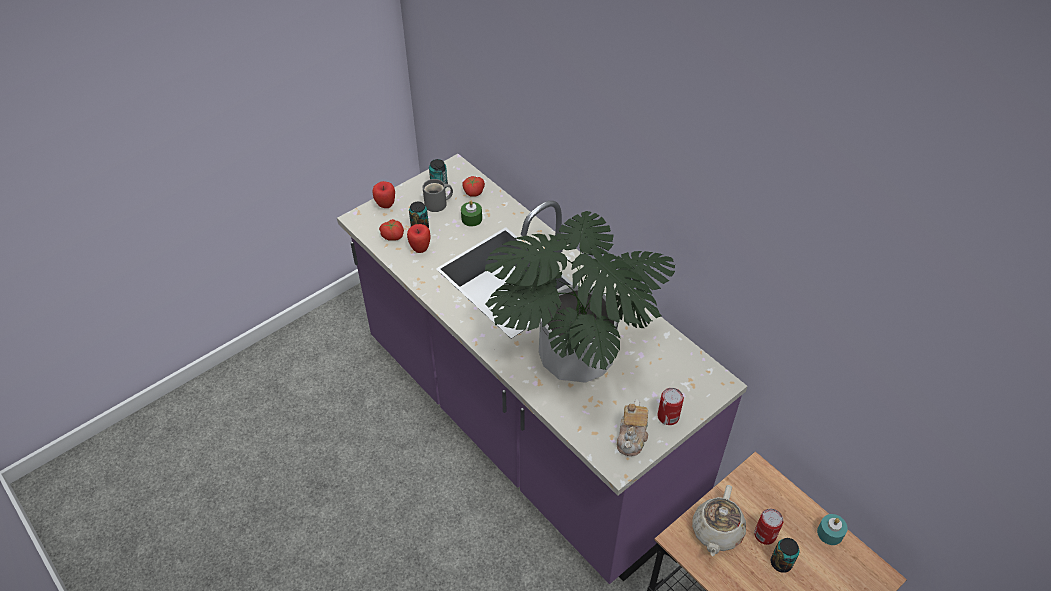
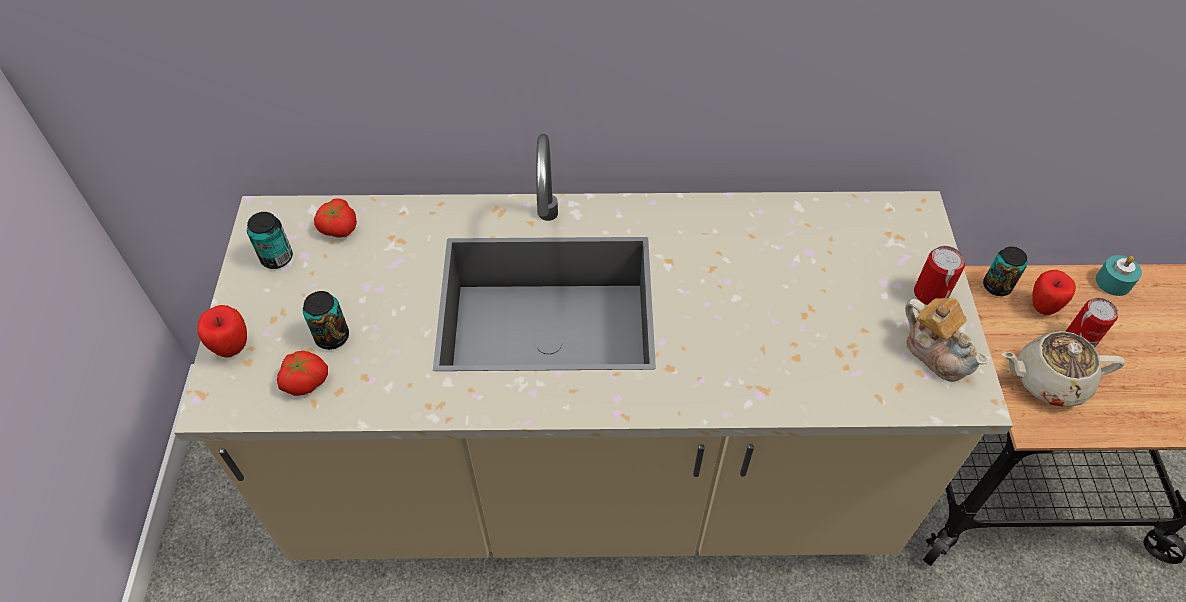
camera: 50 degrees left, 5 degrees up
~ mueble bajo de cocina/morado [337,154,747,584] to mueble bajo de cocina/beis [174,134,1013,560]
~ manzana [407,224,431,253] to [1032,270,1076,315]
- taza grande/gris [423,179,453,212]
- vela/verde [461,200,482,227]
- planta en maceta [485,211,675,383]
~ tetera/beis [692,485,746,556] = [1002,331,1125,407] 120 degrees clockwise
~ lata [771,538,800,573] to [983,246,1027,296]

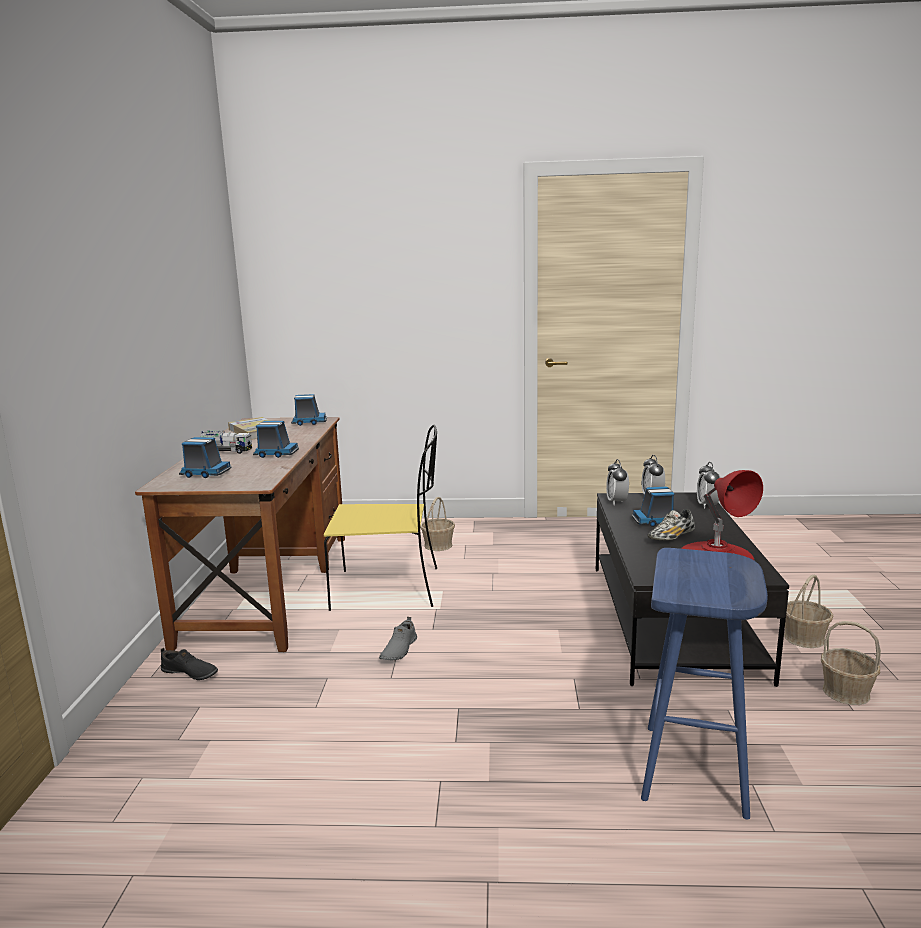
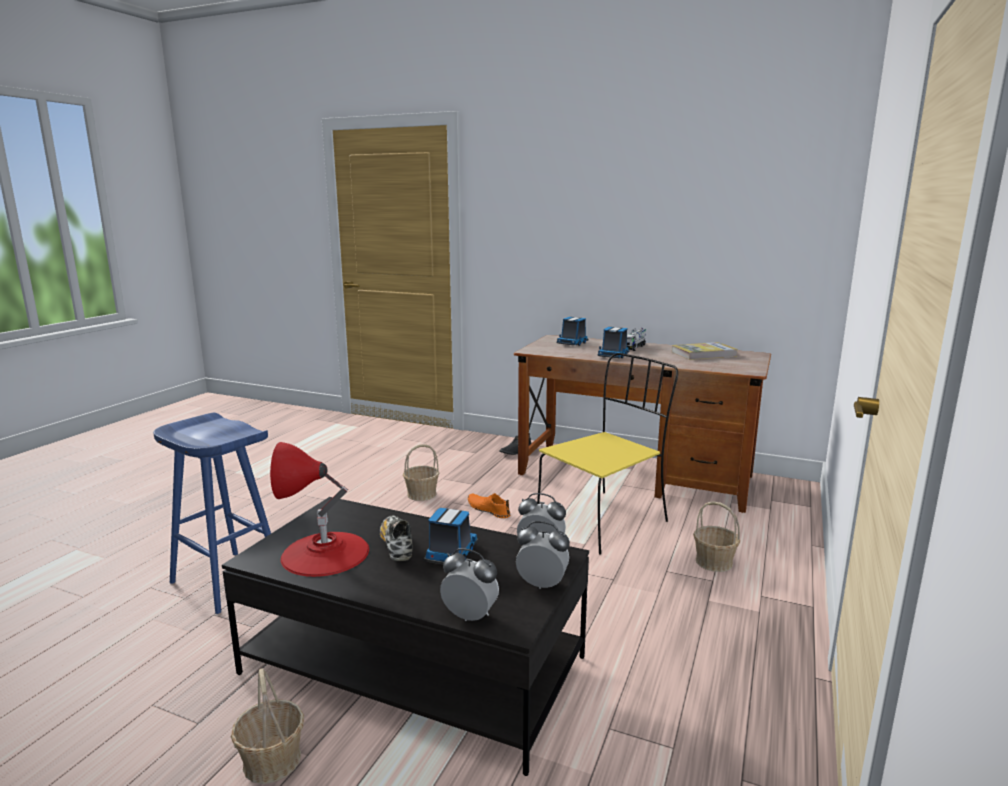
camera: 110 degrees right, 0 degrees up
- camión de juguete [291,394,327,426]
~ silla/amarillo [324,425,437,611] = [537,353,678,555] 150 degrees counterclockwise
~ zapato/gris [379,617,417,660] to zapato/naranja [468,493,510,518]
~ cesta [821,621,881,705] to [403,444,439,501]

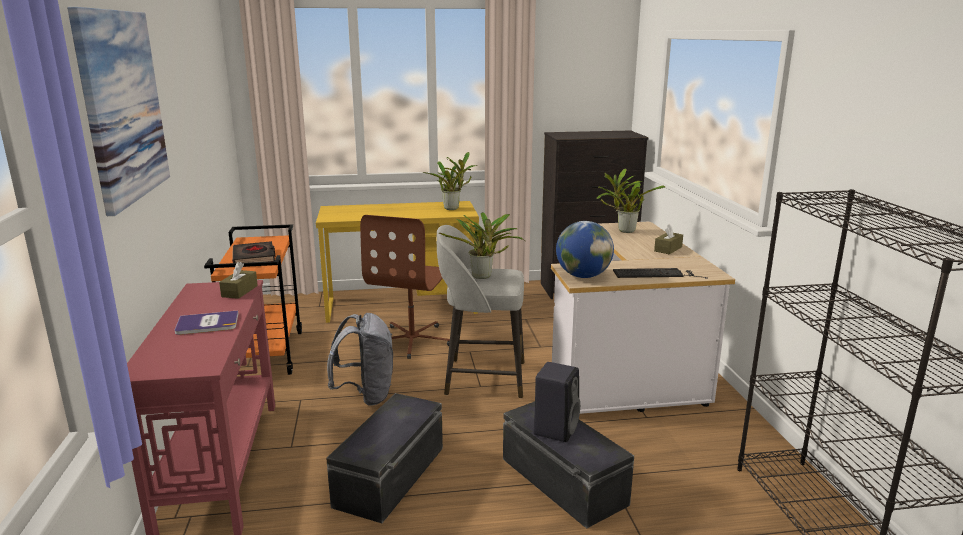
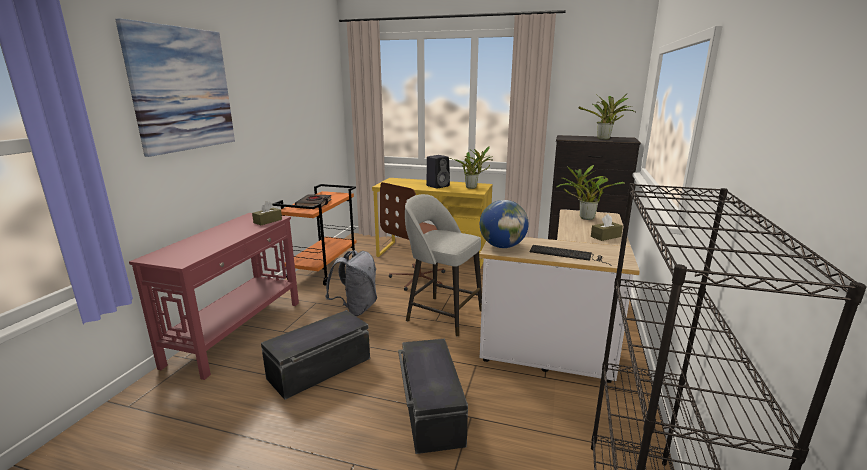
camera: 25 degrees right, 0 degrees up
- libro [175,311,239,335]
~ planta en maceta [439,212,525,279] to [578,94,635,140]
~ altavoz/negro [533,362,580,442] to [426,155,450,189]

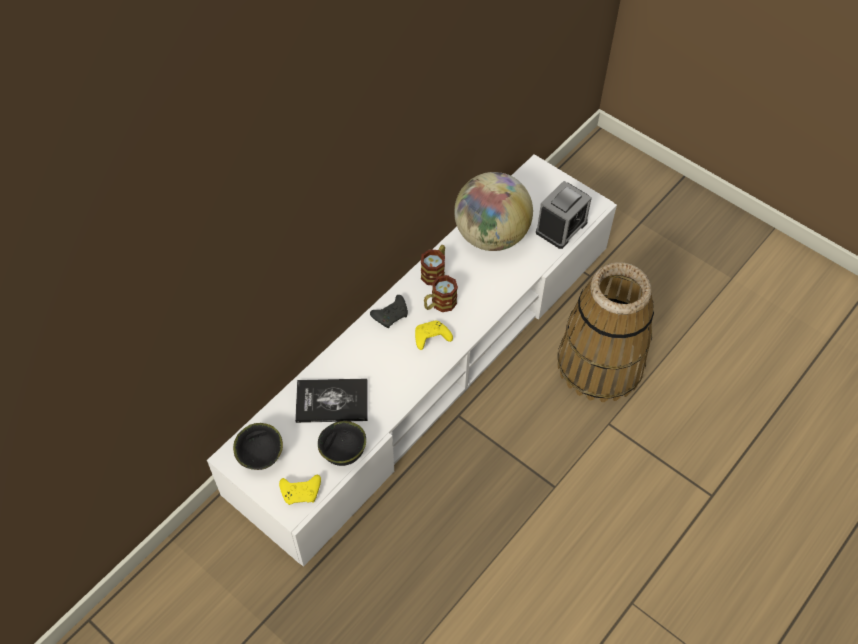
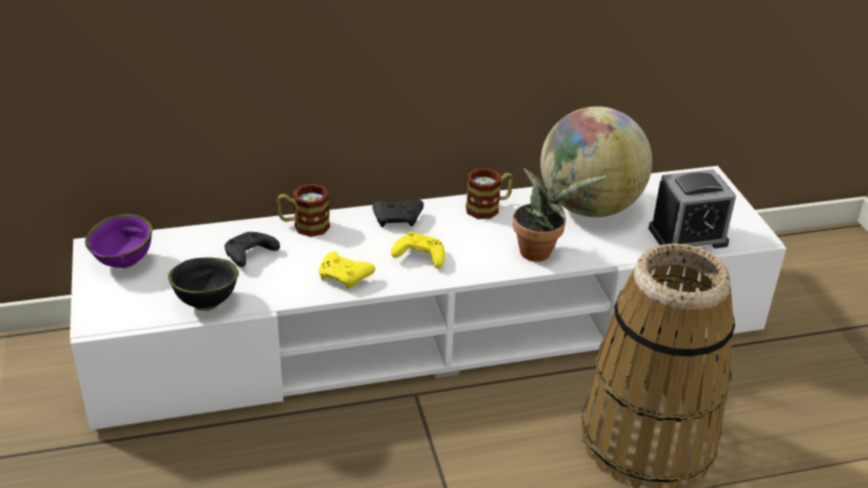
camera: 35 degrees right, 20 degrees down
~ cuenco/negro [233,423,283,470] to cuenco/morado [85,214,152,268]
~ mando de consola/amarillo [279,475,321,505] to [319,252,375,289]
~ libro [295,378,368,423] to mando de consola/negro [225,232,280,267]
~ taza grande [424,275,458,312] to [277,184,330,237]
+ planta en maceta [513,166,606,262]

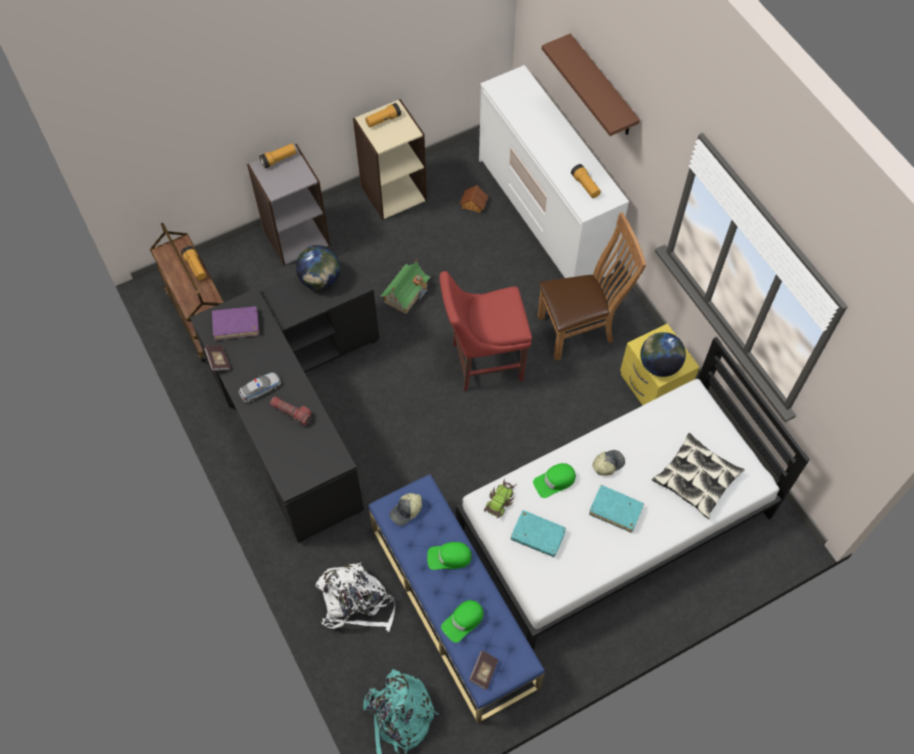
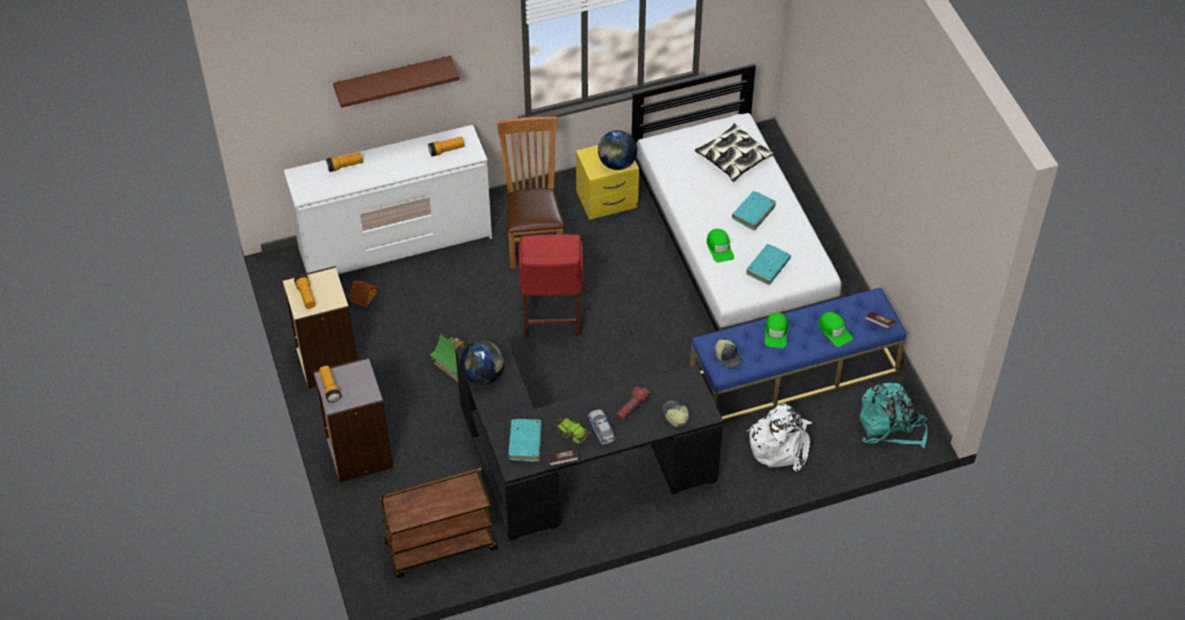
camera: 80 degrees left, 10 degrees down
~ linterna [181,246,206,281] to [326,152,363,172]
~ libro/morado [212,306,259,341] to libro/turquesa [508,419,542,461]
~ coche de juguete [484,479,516,518] to [551,416,592,444]
~ gorra [592,450,625,476] to [662,400,689,427]

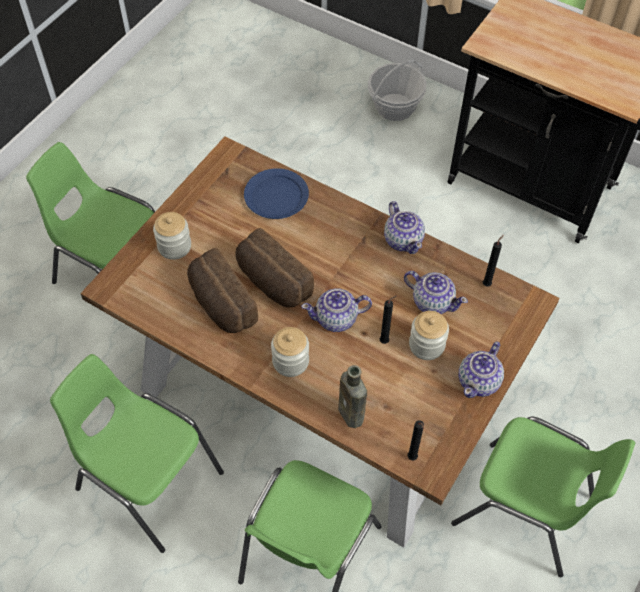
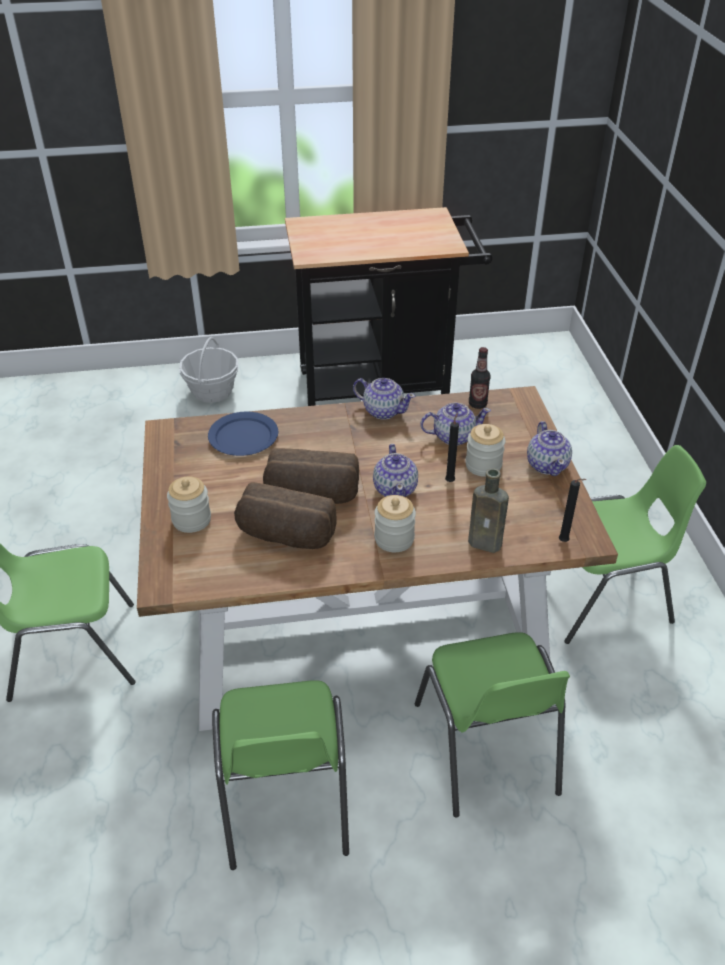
camera: 40 degrees left, 15 degrees down
~ silla/verde [50,354,224,553] = [212,680,349,870] 90 degrees counterclockwise
~ tetera [301,288,372,332] = [373,444,418,497] 45 degrees counterclockwise
~ vela/negro [483,235,504,287] to botella [469,347,490,409]

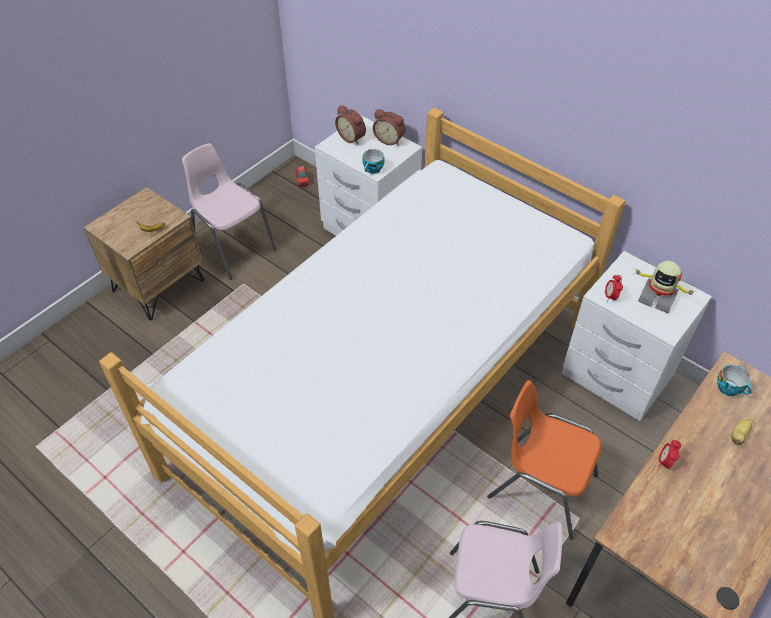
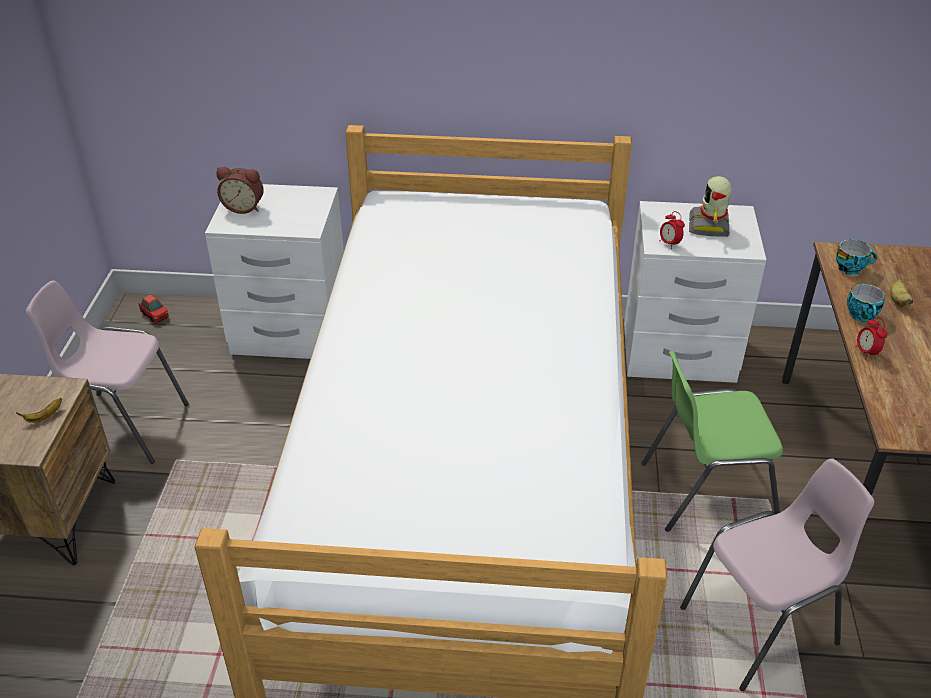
camera: 35 degrees left, 10 degrees down
~ taza [362,149,385,174] to [847,284,885,322]
- despertador [373,109,406,146]
~ silla/naranja [487,380,601,540] to silla/verde [641,351,783,532]
~ robot de juguete [633,261,694,314] = [689,176,732,237] 105 degrees clockwise

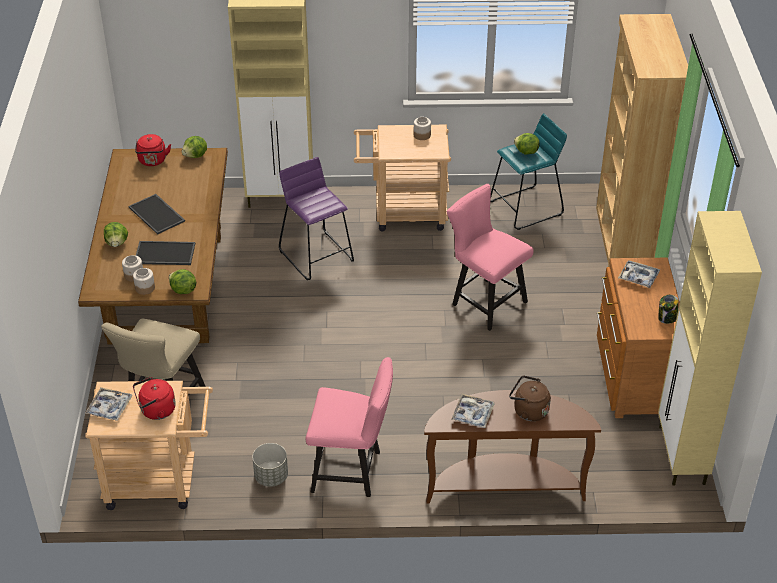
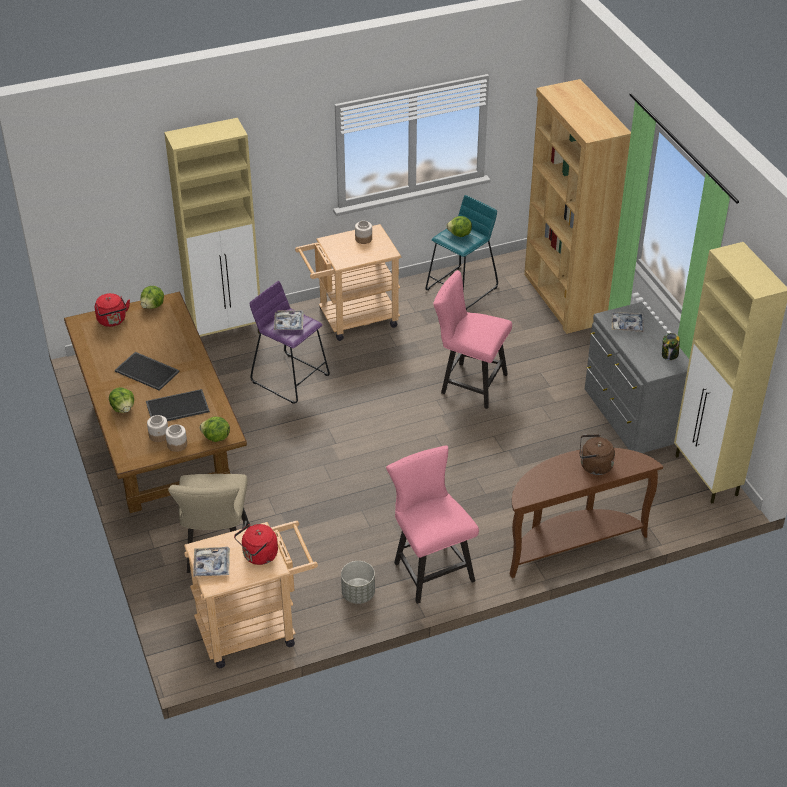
camera: 20 degrees left, 0 degrees up
~ silla/rosa [306,357,393,497] = [386,445,479,604] 105 degrees counterclockwise
~ bandeja [451,394,495,428] to [274,310,304,330]
~ cómoda/marrón [597,258,680,418] to cómoda/gris [585,302,689,453]

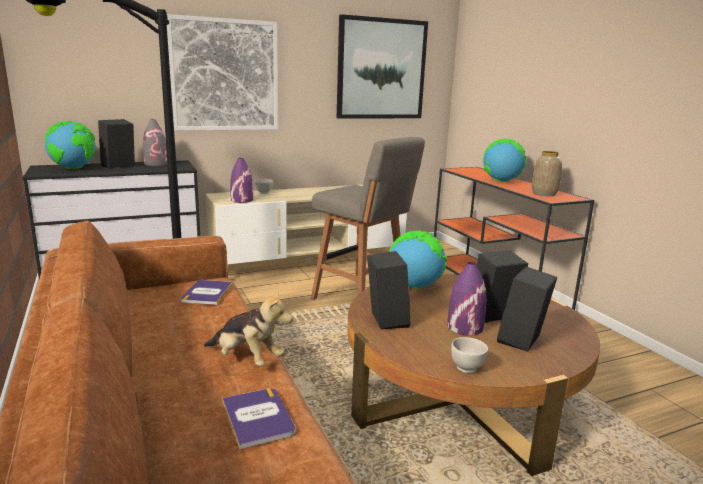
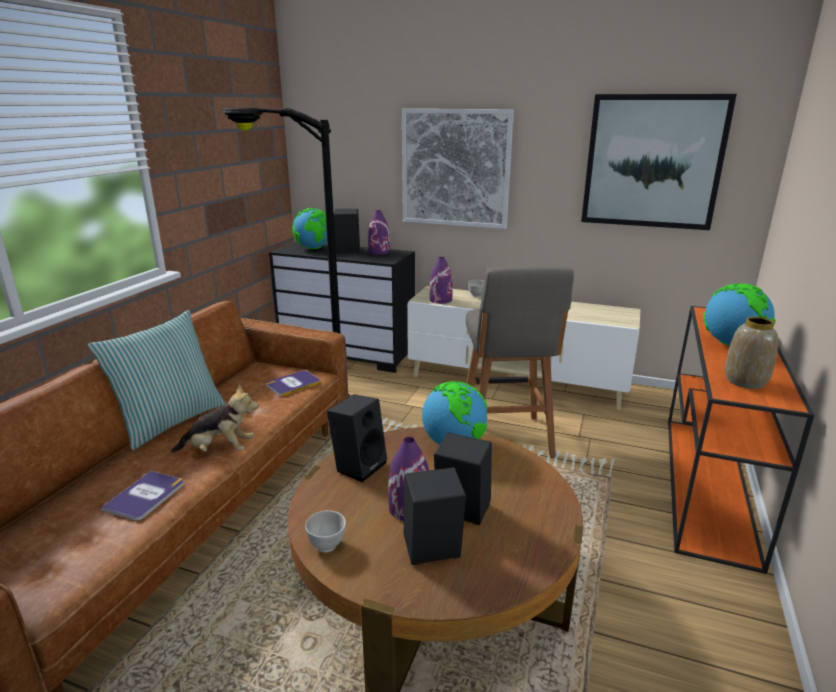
camera: 45 degrees right, 5 degrees up
~ florero/gris [143,119,167,166] to florero/morado [368,210,390,255]
~ peluche [204,289,293,366] = [171,384,259,453] 75 degrees counterclockwise
+ cojín [88,310,226,450]

